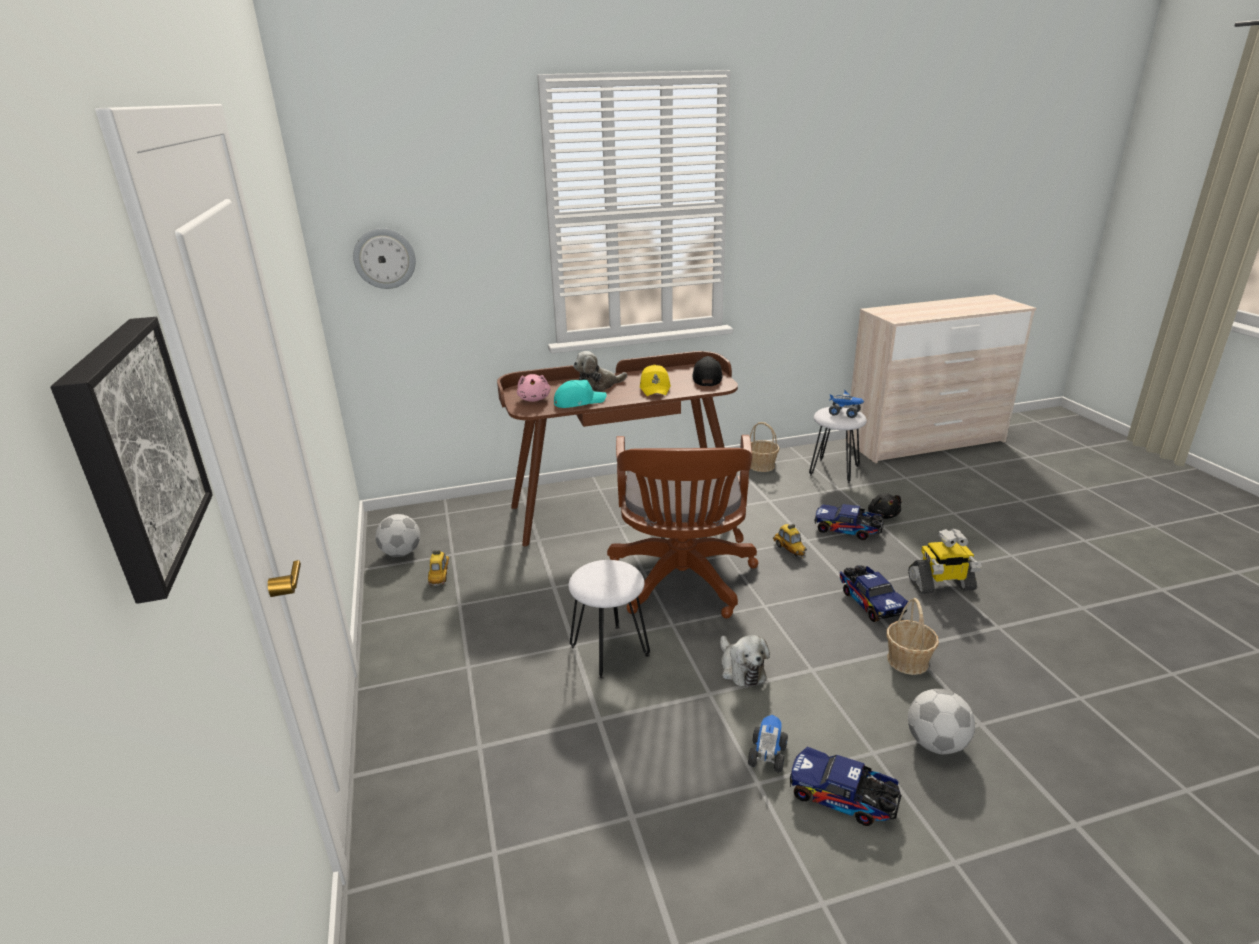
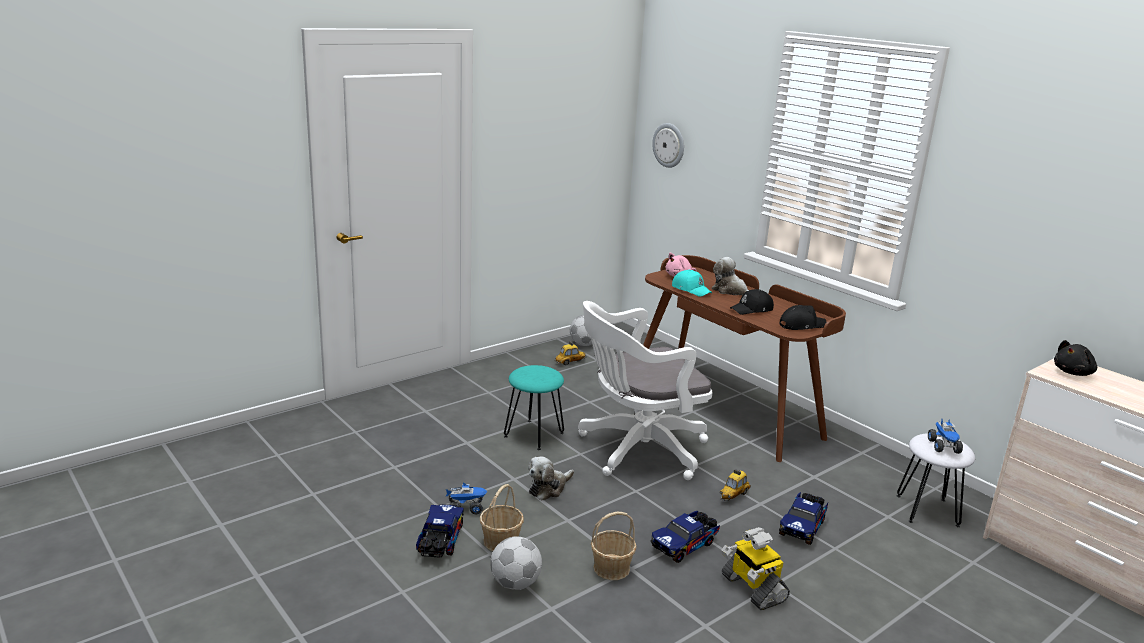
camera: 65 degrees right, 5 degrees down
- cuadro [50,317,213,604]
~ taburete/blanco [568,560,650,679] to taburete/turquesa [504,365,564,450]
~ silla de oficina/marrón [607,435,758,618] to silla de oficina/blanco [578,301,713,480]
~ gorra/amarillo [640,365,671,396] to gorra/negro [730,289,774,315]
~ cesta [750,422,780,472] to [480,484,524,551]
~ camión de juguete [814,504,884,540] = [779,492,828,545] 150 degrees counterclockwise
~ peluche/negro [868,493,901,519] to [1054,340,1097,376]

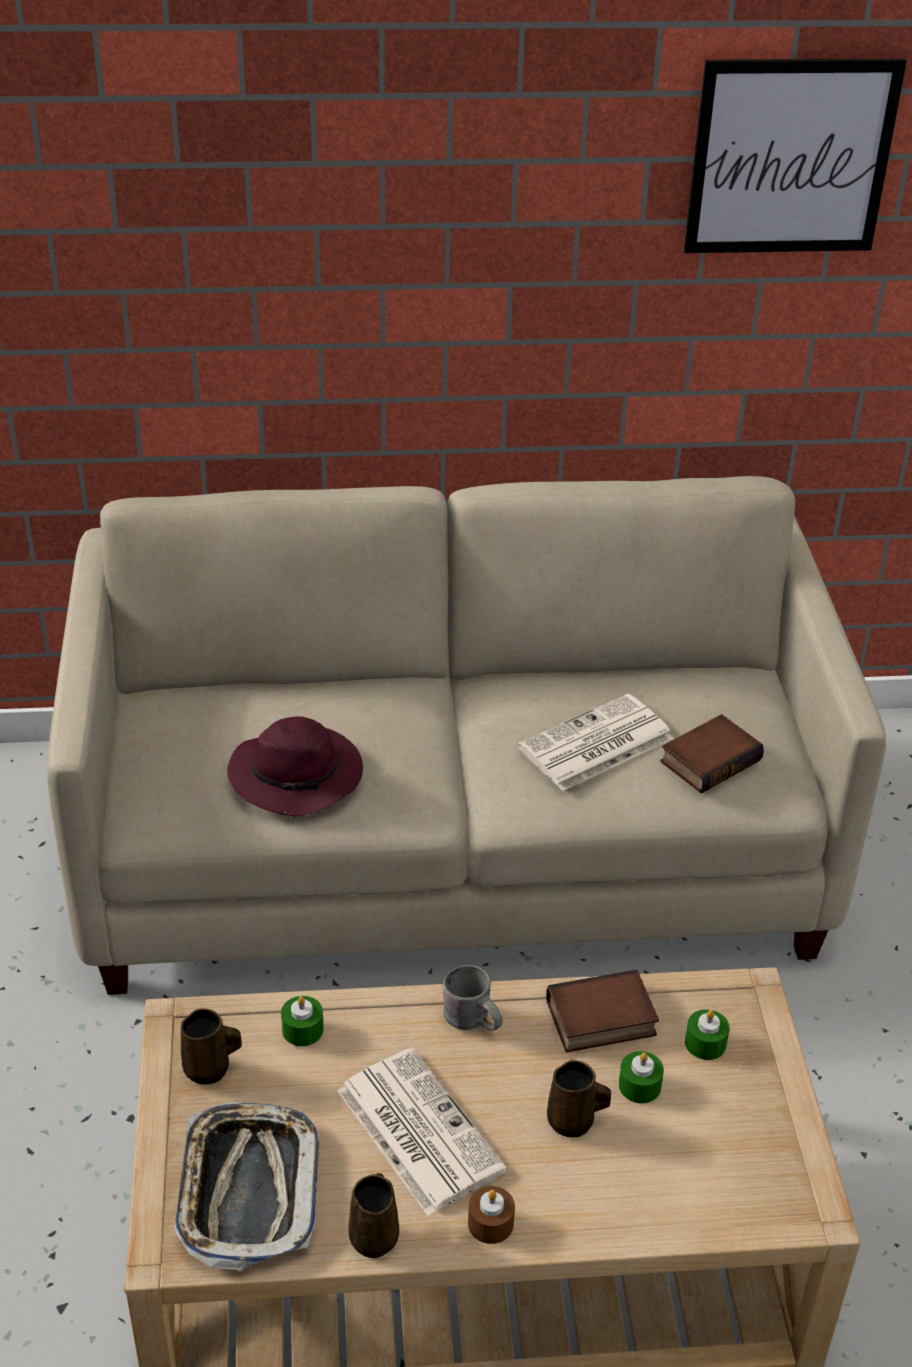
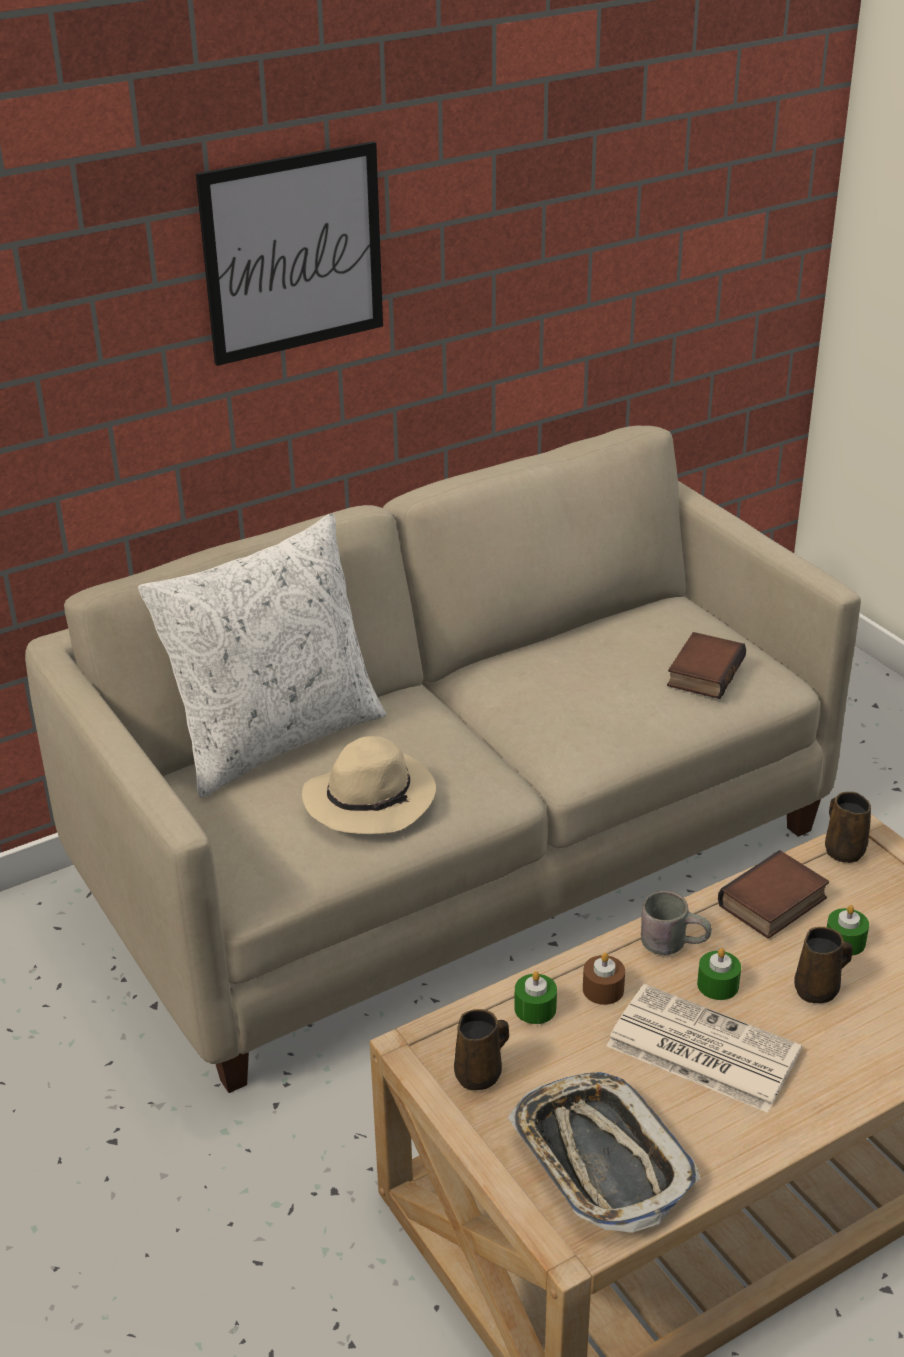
camera: 25 degrees left, 5 degrees down
~ sombrero/morado [227,716,363,816] to sombrero/beis [302,736,436,834]
~ taza grande/marrón [348,1173,399,1258] to [825,792,871,863]
~ vela/marrón [468,1186,515,1244] to [583,953,625,1005]
- periódico [517,694,674,791]
~ cuadro [684,59,906,253] to [196,141,383,366]
~ vela/verde [685,1009,730,1060] to [697,948,741,1000]
+ cojín/blanco [138,514,386,798]

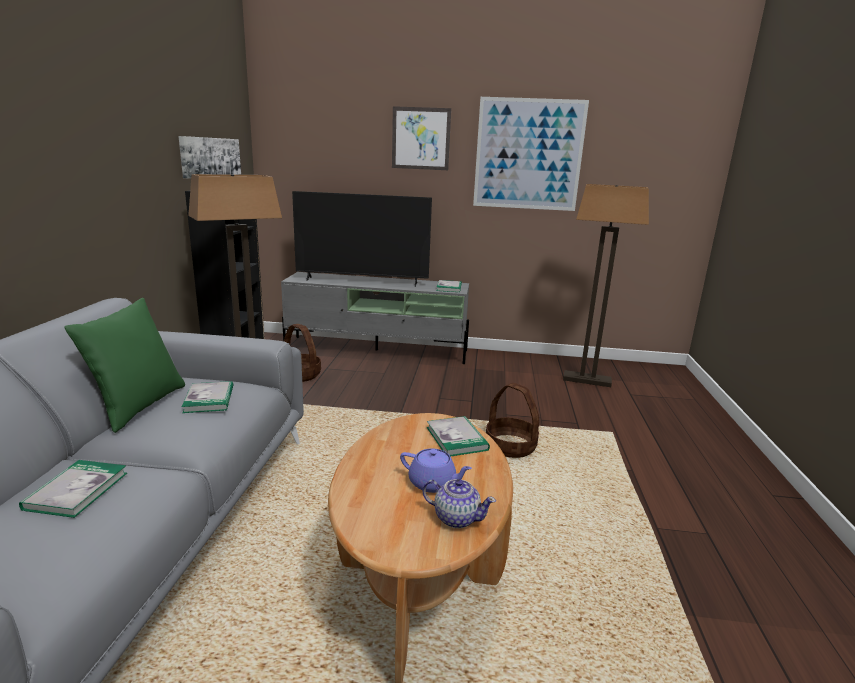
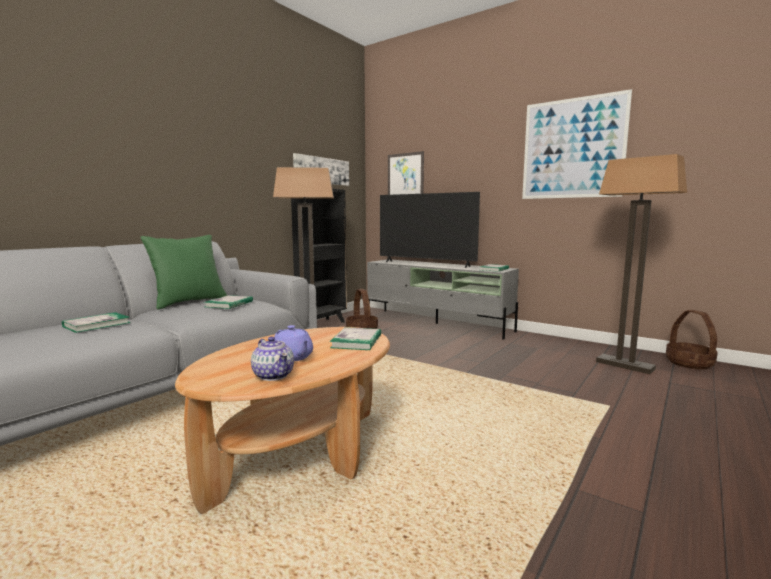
camera: 30 degrees right, 10 degrees down
~ cuadro [392,106,451,170] to [388,151,424,195]
~ cesta [486,383,539,458] to [666,310,718,369]

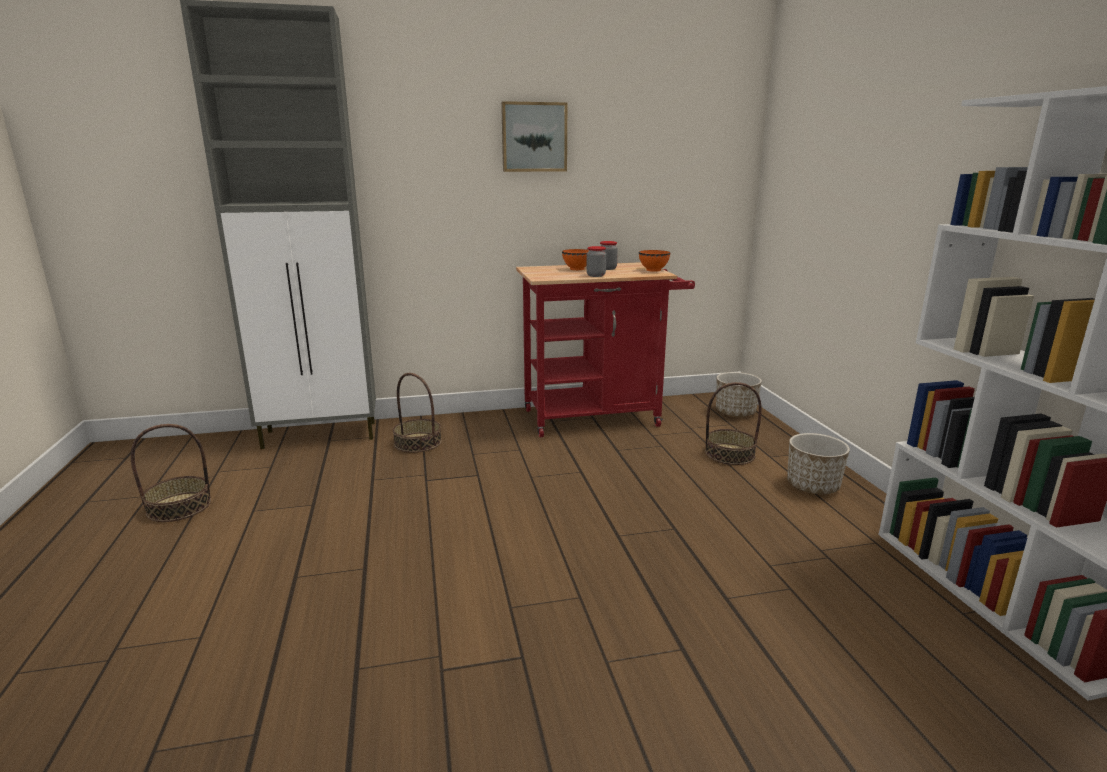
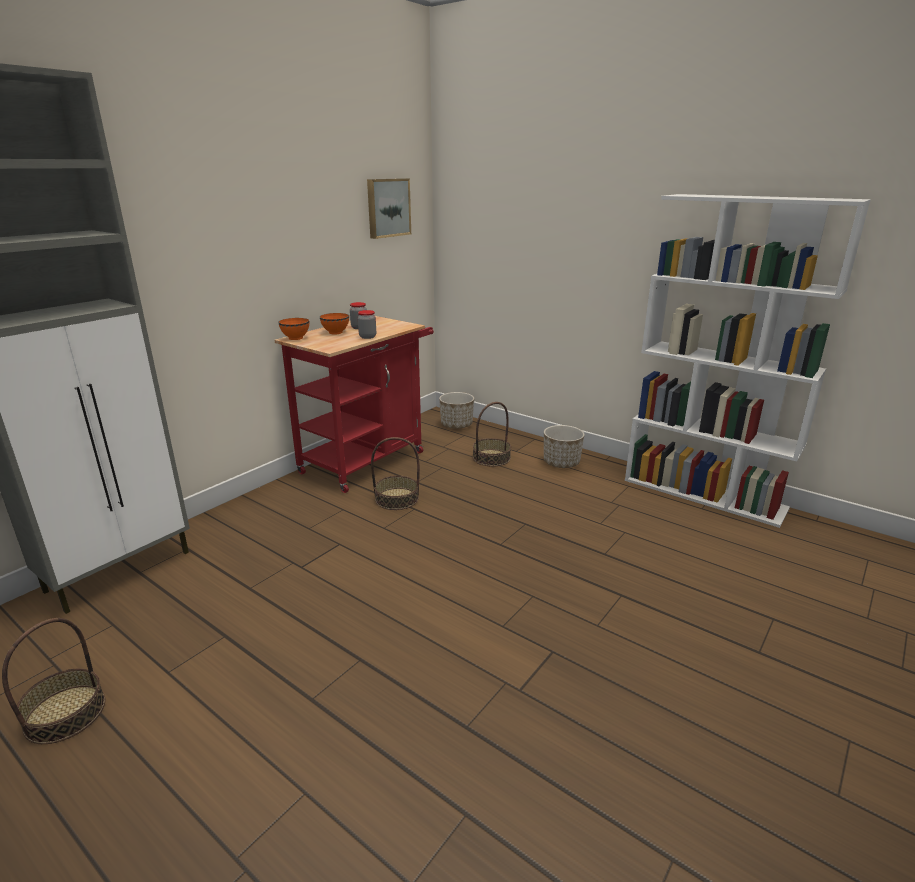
camera: 40 degrees left, 5 degrees up
~ cesta [393,373,442,453] to [371,437,420,510]
~ cuadro [501,101,567,172] to [367,178,411,239]
~ cuenco/naranja [639,250,670,272] to [278,318,309,340]

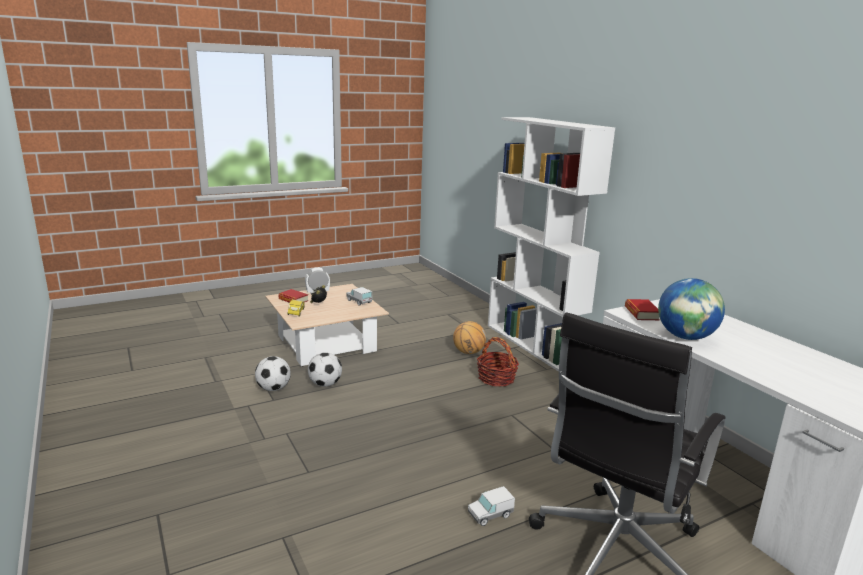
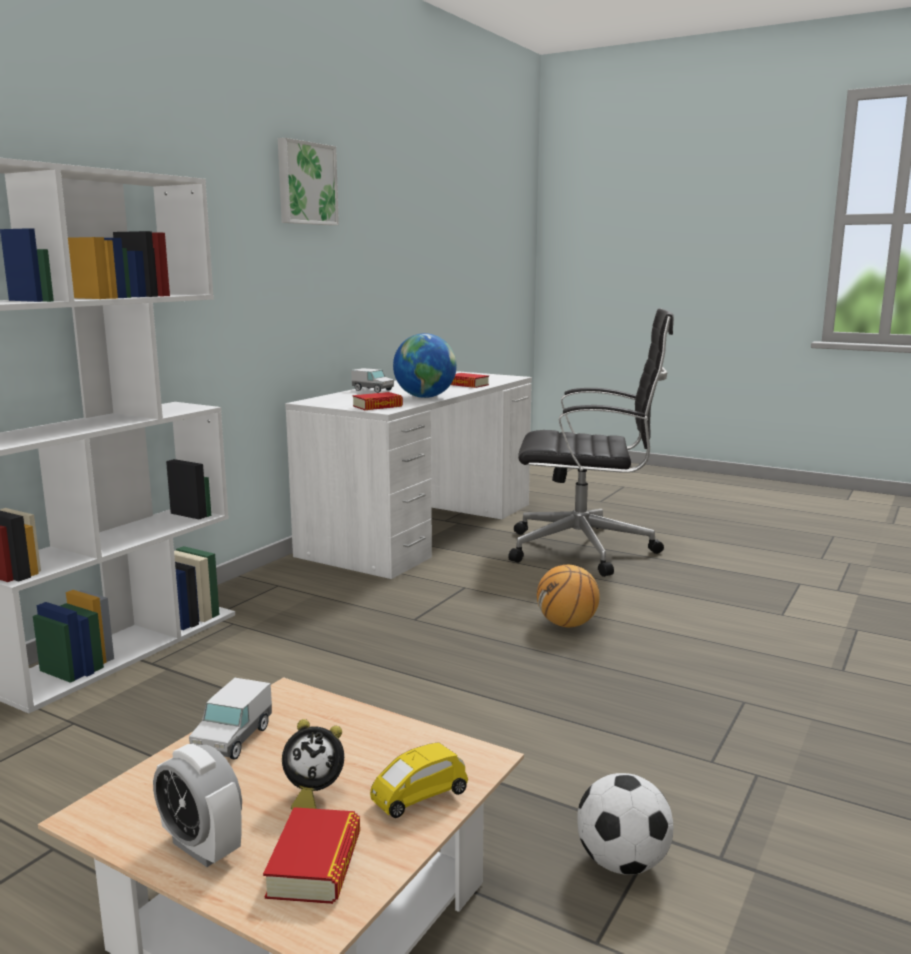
camera: 120 degrees left, 5 degrees down
- balón de fútbol [308,352,342,387]
~ balón de baloncesto [453,321,486,354] to [537,565,600,627]
~ camión de juguete [468,486,515,526] to [351,368,394,393]
- cesta [477,337,519,387]
+ cuadro [278,138,339,225]
+ libro [451,373,489,388]

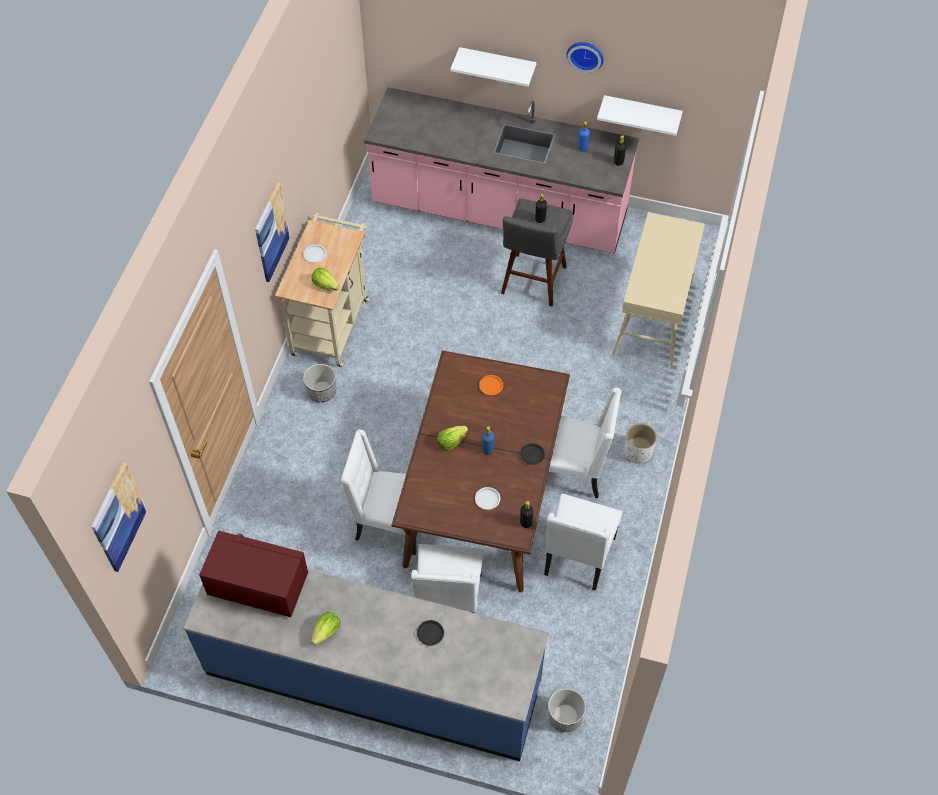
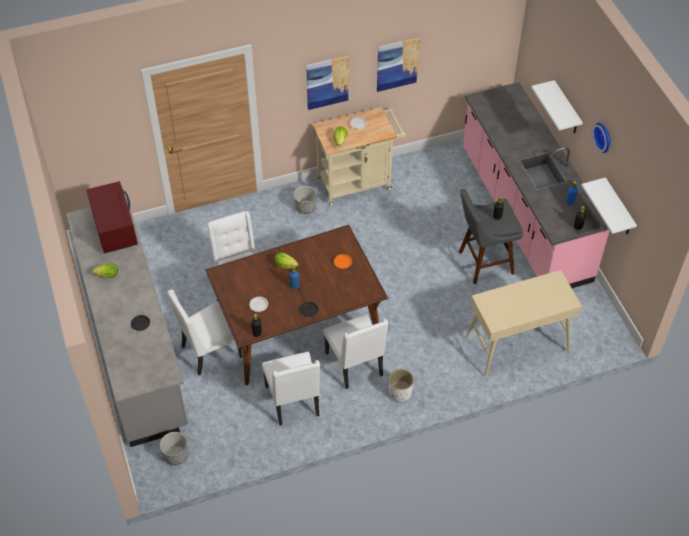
camera: 55 degrees right, 5 degrees down
~ cuadro [91,463,147,572] to [377,37,421,92]
~ mueble bajo de cocina/azul [183,570,549,761] to mueble bajo de cocina/gris [66,198,188,447]
~ silla/blanco [544,494,622,591] = [262,352,320,426] 90 degrees counterclockwise

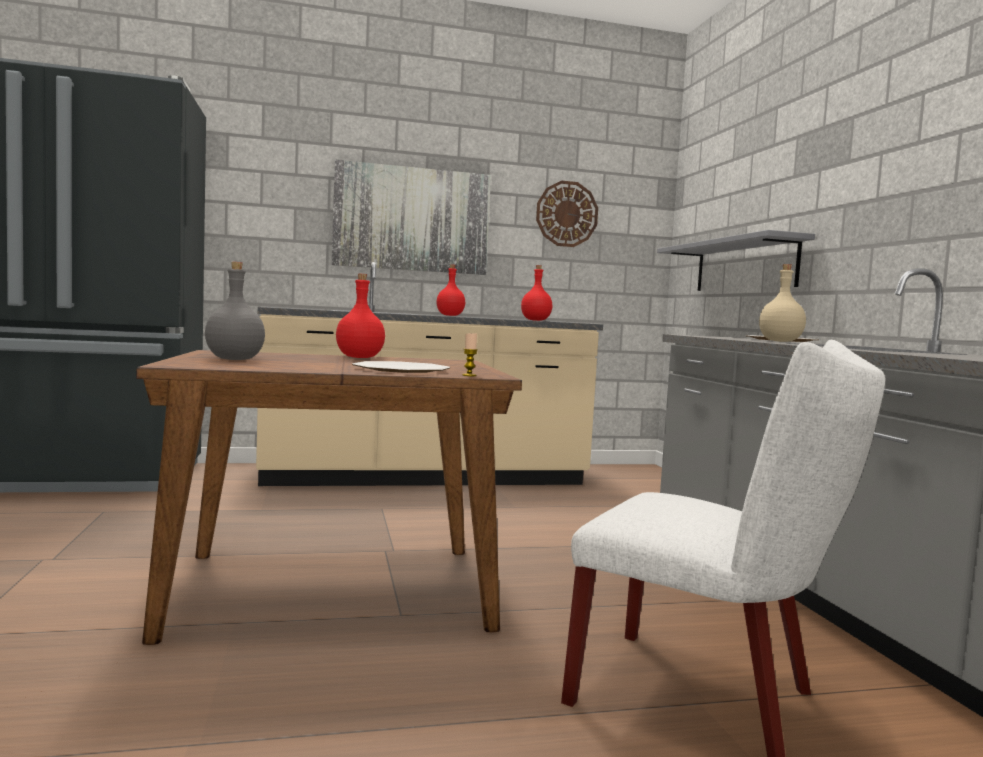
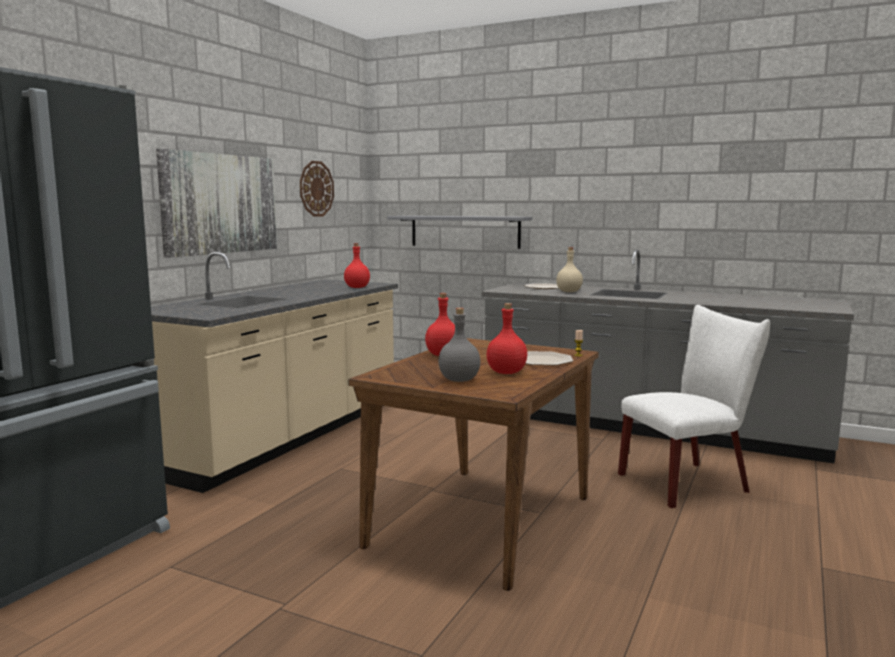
camera: 50 degrees left, 5 degrees up
~ botella/rojo [436,265,465,316] to [486,303,527,374]

